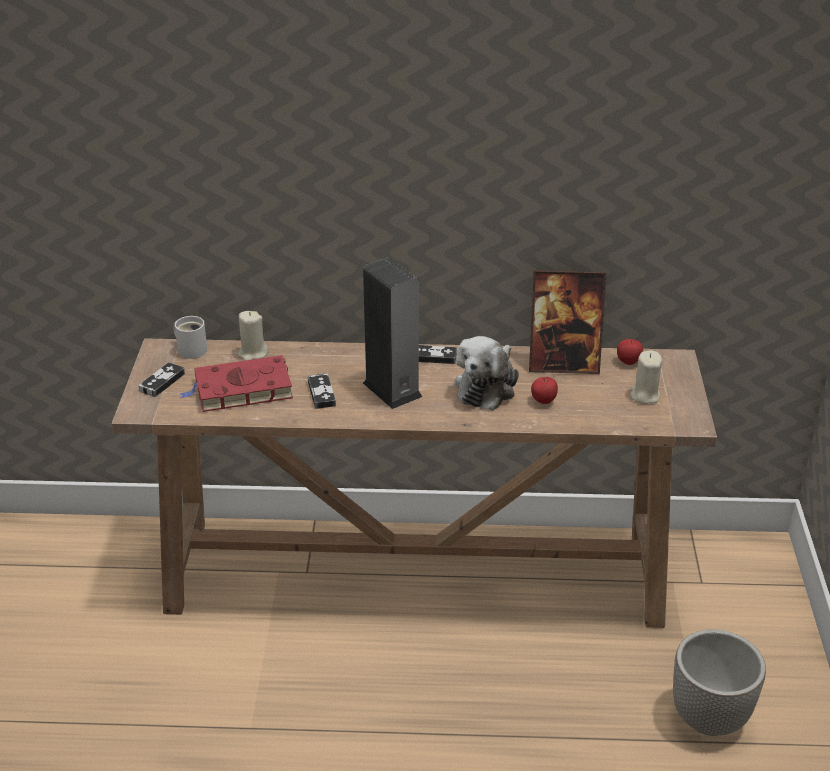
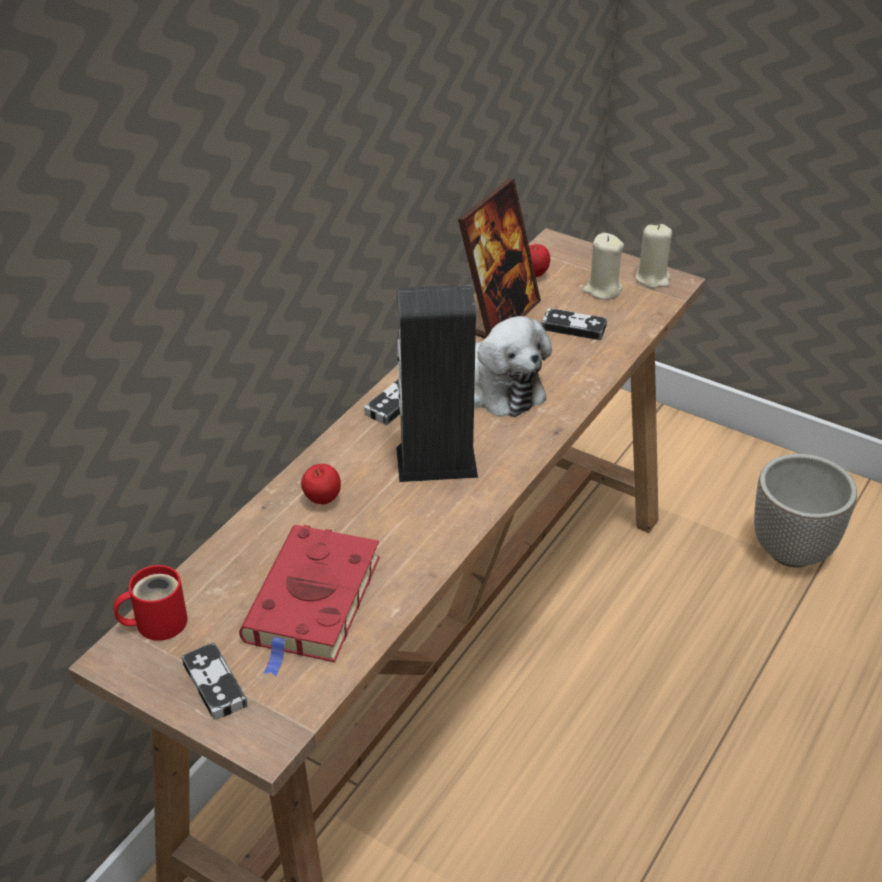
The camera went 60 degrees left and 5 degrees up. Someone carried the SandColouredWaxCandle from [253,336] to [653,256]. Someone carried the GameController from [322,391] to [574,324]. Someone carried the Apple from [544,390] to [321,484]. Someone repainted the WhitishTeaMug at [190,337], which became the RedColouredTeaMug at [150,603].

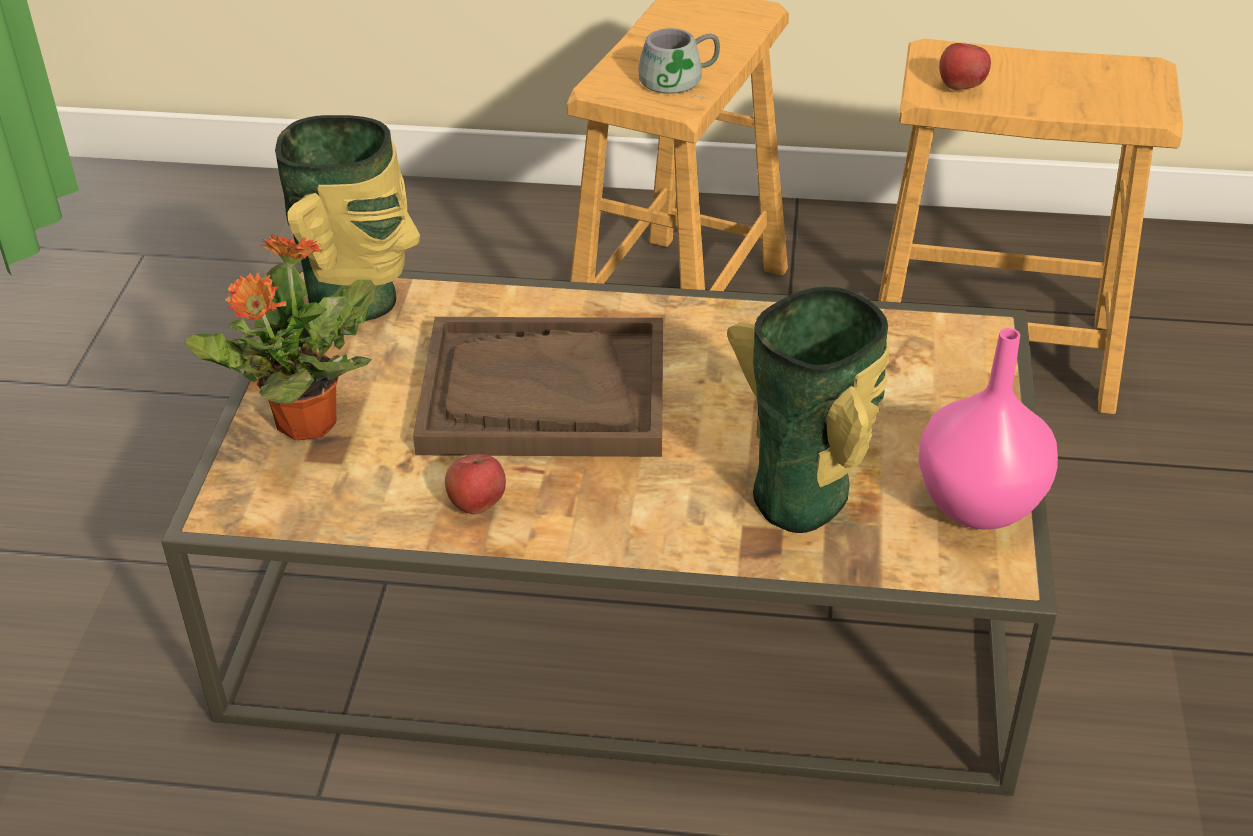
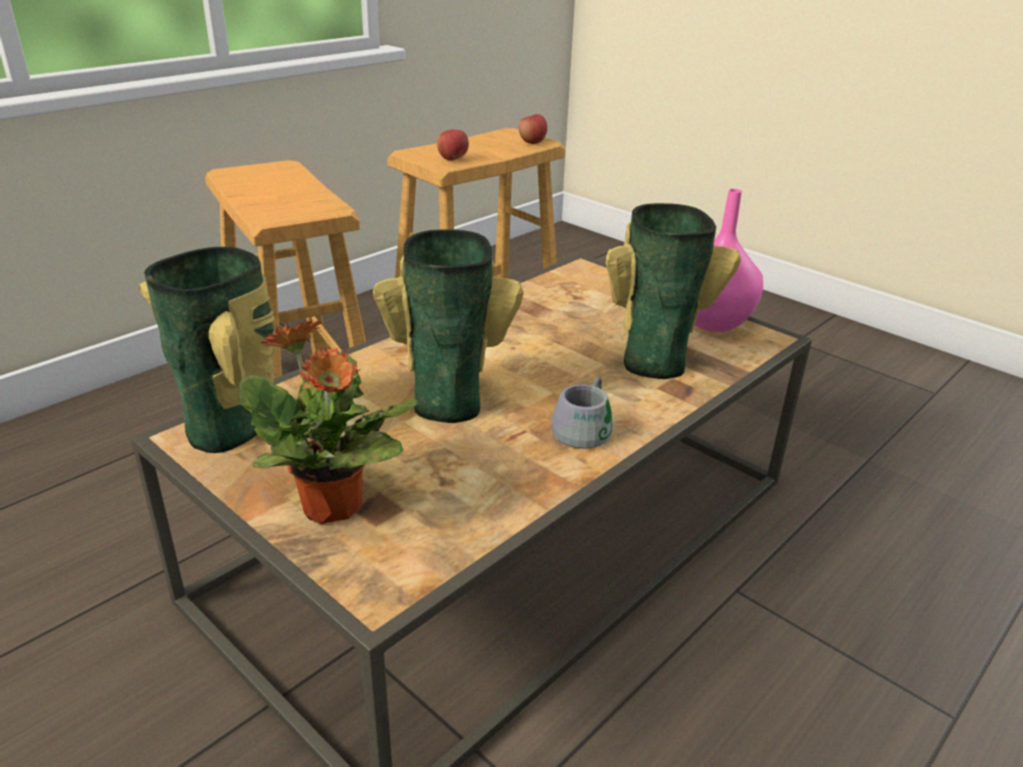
The camera went 55 degrees left and 10 degrees down. Someone carried the Apple from [475,484] to [533,129]. Someone carried the GreyTeaMug from [679,63] to [591,412]. Someone swapped the BrownishTray at [538,387] for the Vase at [448,326].

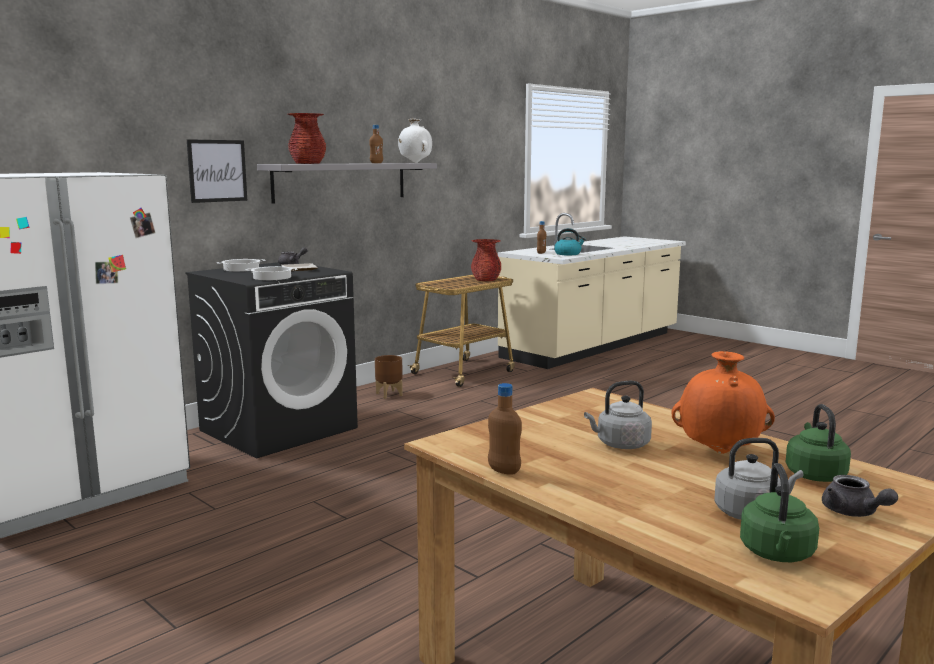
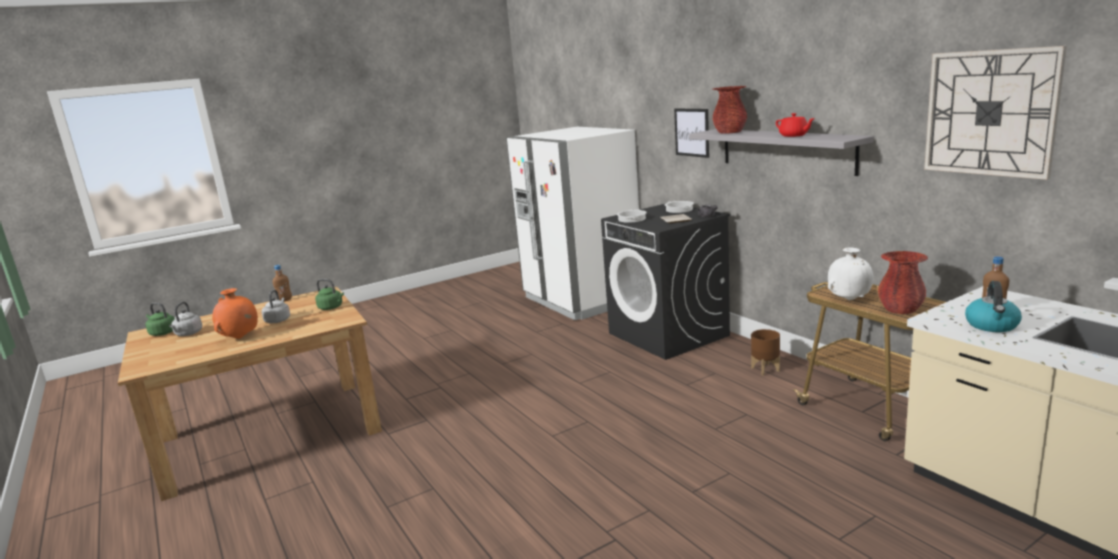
The camera went 105 degrees right and 5 degrees up. Someone took away the GreyPotForTea at [860,496]. Someone put up the HangingClock at [995,113]. Someone carried the WhitishVase from [415,141] to [850,273]. Someone carried the GreenColouredTeaKettle from [818,443] to [329,294]. Someone swapped the BrownishBottle at [376,144] for the RedColouredPotForTea at [795,125].

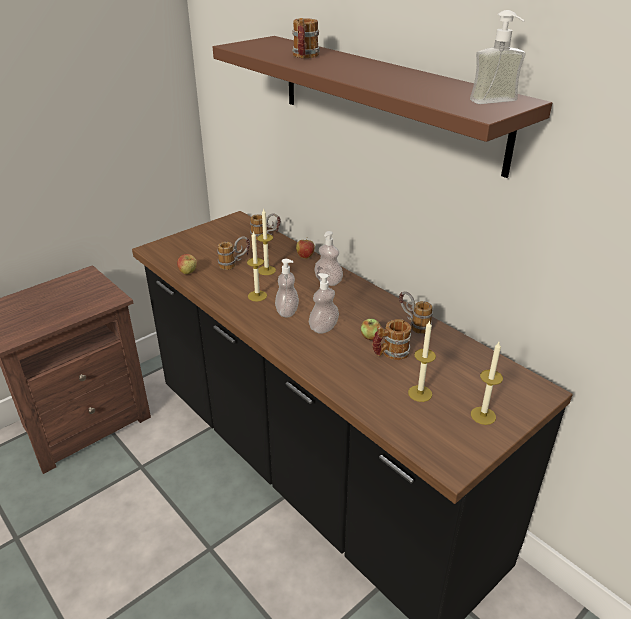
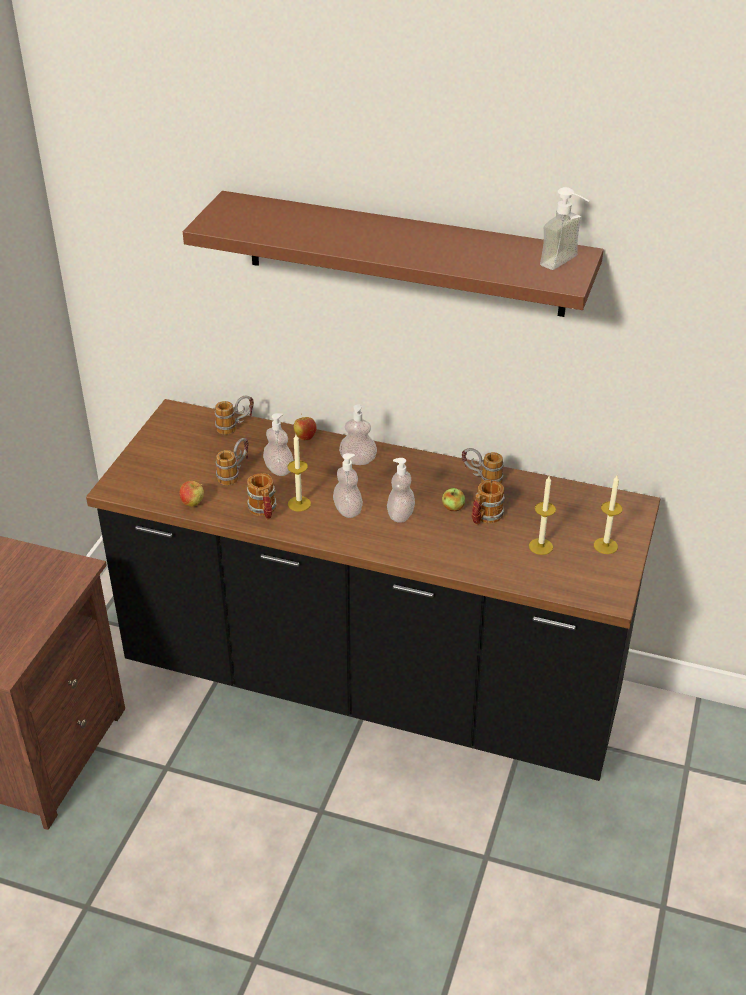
The camera went 30 degrees left and 5 degrees up. Someone carried the TeaMug from [306,38] to [262,496]. Someone swapped the WaxCandle at [266,242] for the SoapDispenser at [278,444].

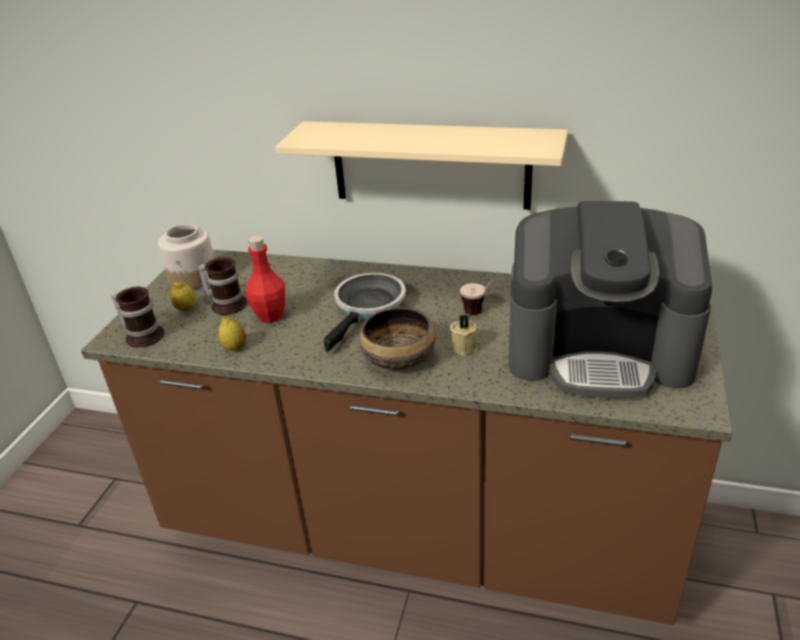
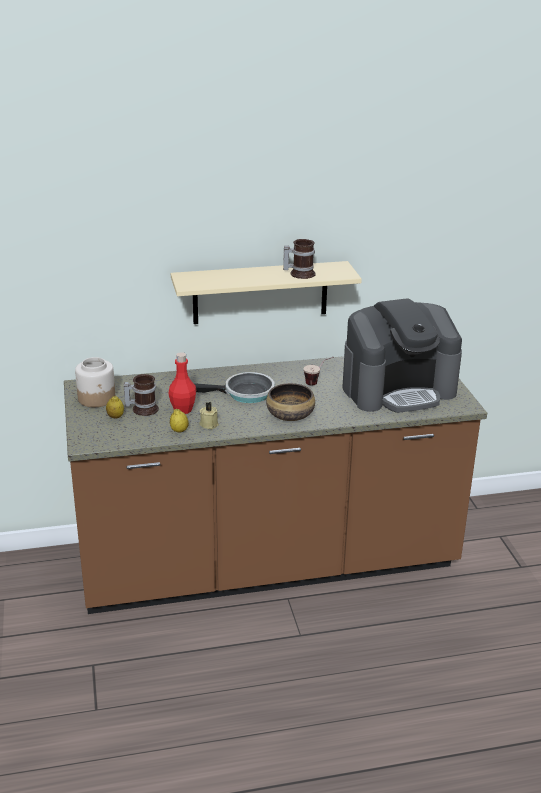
The camera went 30 degrees left and 5 degrees down. Someone carried the TeaMug from [137,317] to [299,259]. Someone carried the SandColouredWaxCandle from [464,335] to [209,415]. Someone rotated the Skillet at [364,312] by 90 degrees clockwise.

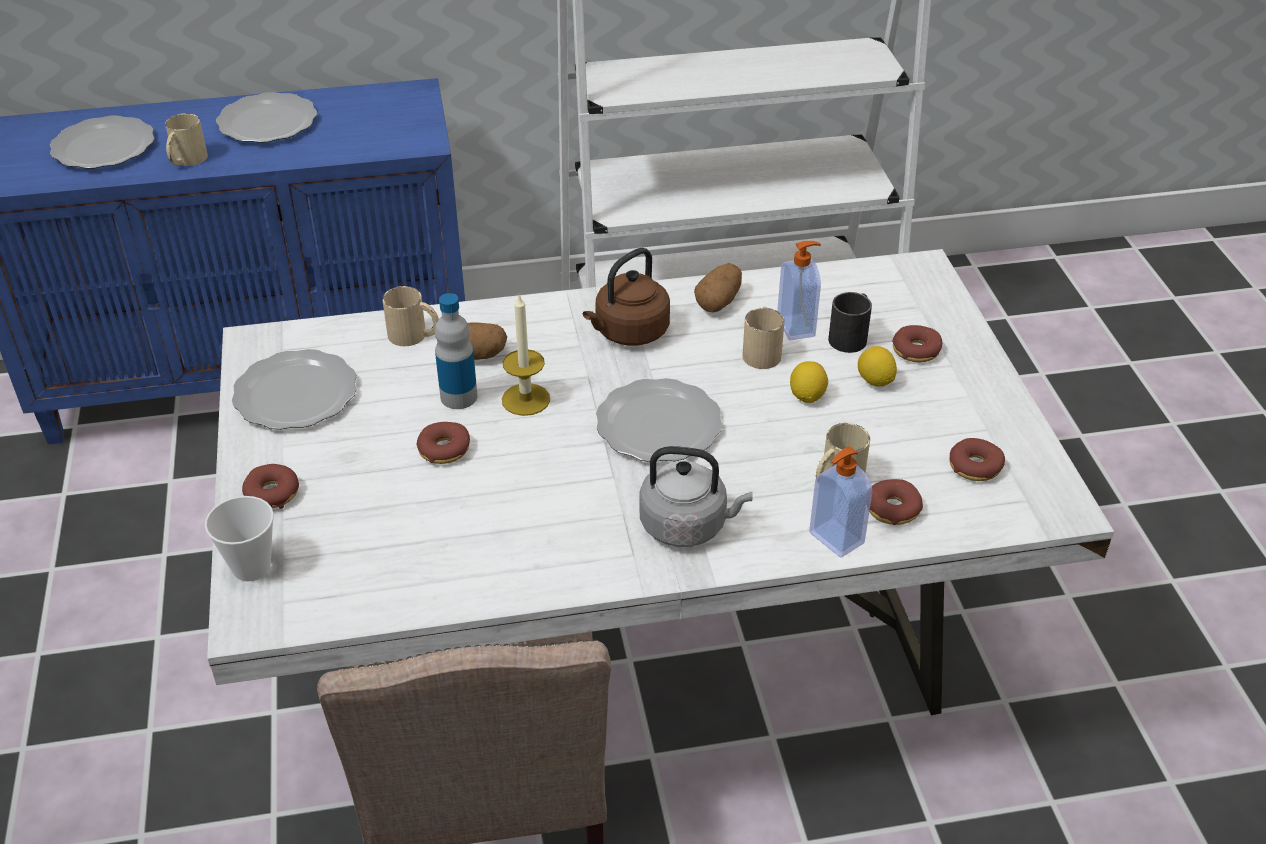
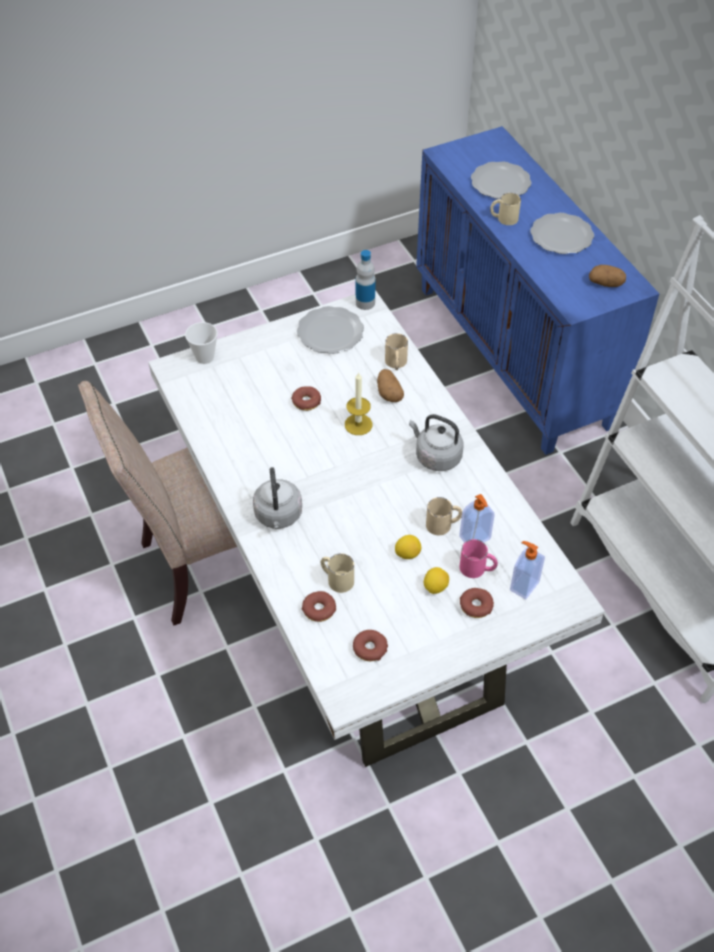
The camera went 75 degrees right and 10 degrees up. Someone took away the Doughnut at [270,486]. Someone took away the Plate at [659,420]. Someone carried the Bottle from [456,351] to [366,280]. Someone carried the Spud from [718,287] to [607,276]. Someone carried the SoapDispenser from [840,502] to [527,570]. Someone repainted the BrownishTeaKettle at [626,297], which became the GreyTeaKettle at [436,442]. Someone repainted the BlackishTeaMug at [850,322], which became the PinkishTeaMug at [479,558].

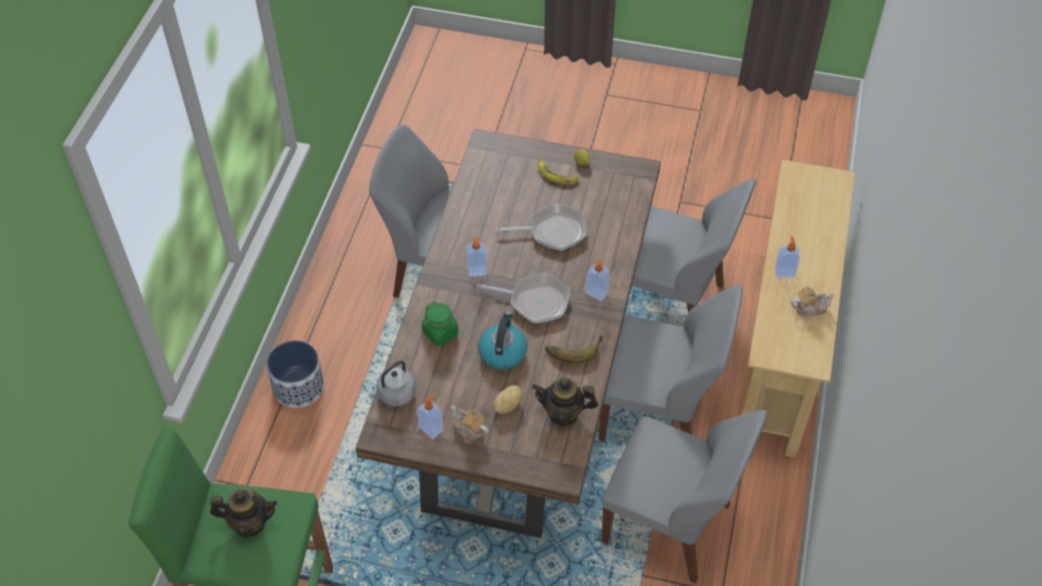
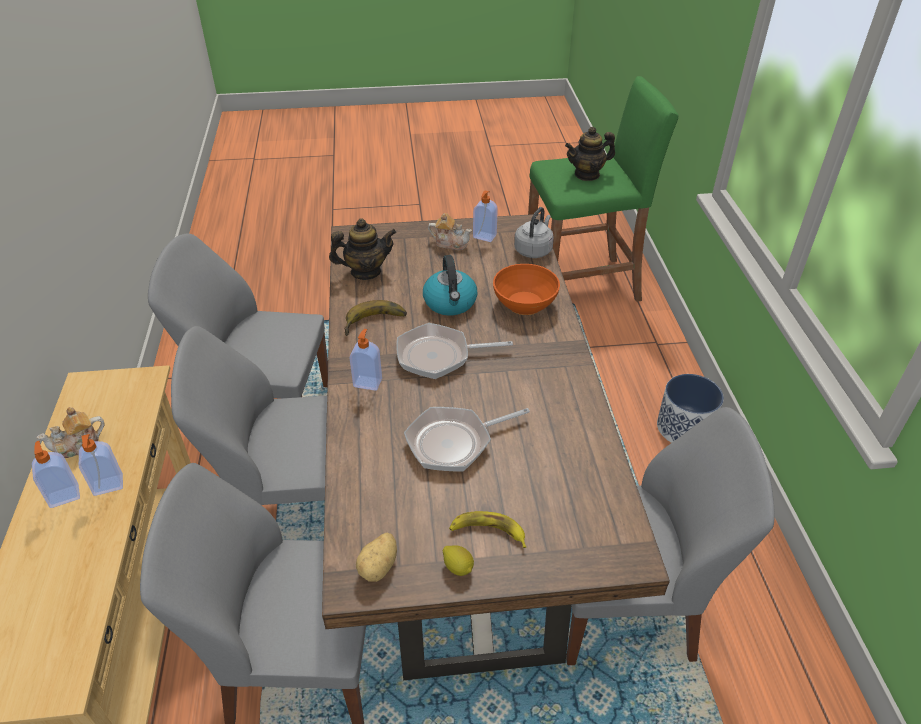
The camera went 160 degrees right and 10 degrees down. Someone carried the SoapDispenser from [476,257] to [56,474]. Someone carried the Spud from [508,399] to [376,557]. Someone swapped the GreenColouredJar at [440,324] for the OrangeyDeepDish at [526,289].

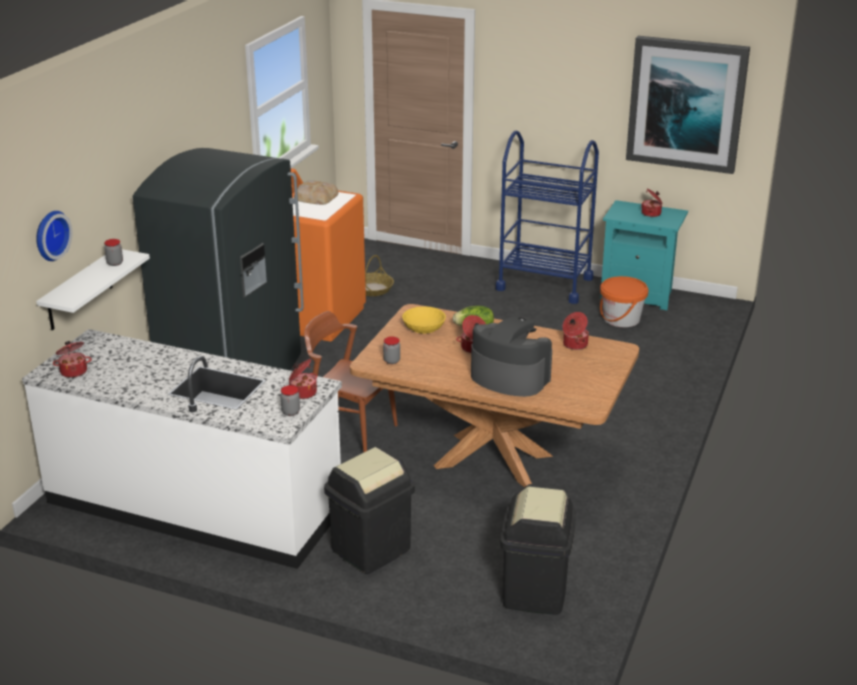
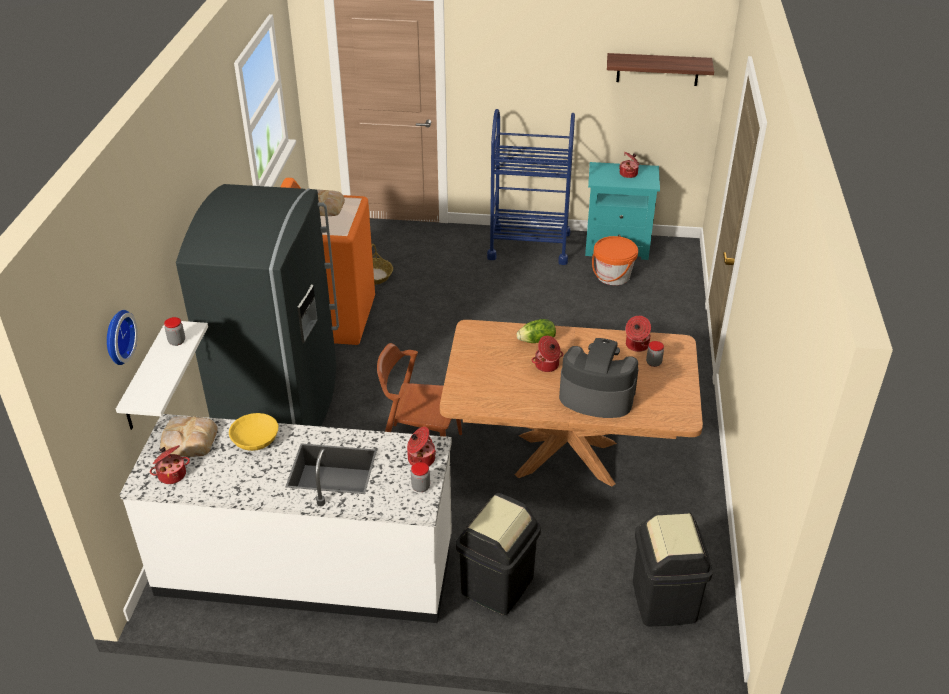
The camera went 15 degrees left and 10 degrees up. Someone put down the BakeryBread at [189,436]. Someone carried the Jar from [391,350] to [655,354]. Someone carried the YellowDeepDish from [424,320] to [253,432]. Someone swapped the WallArt at [688,105] for the Shelf at [660,69].

